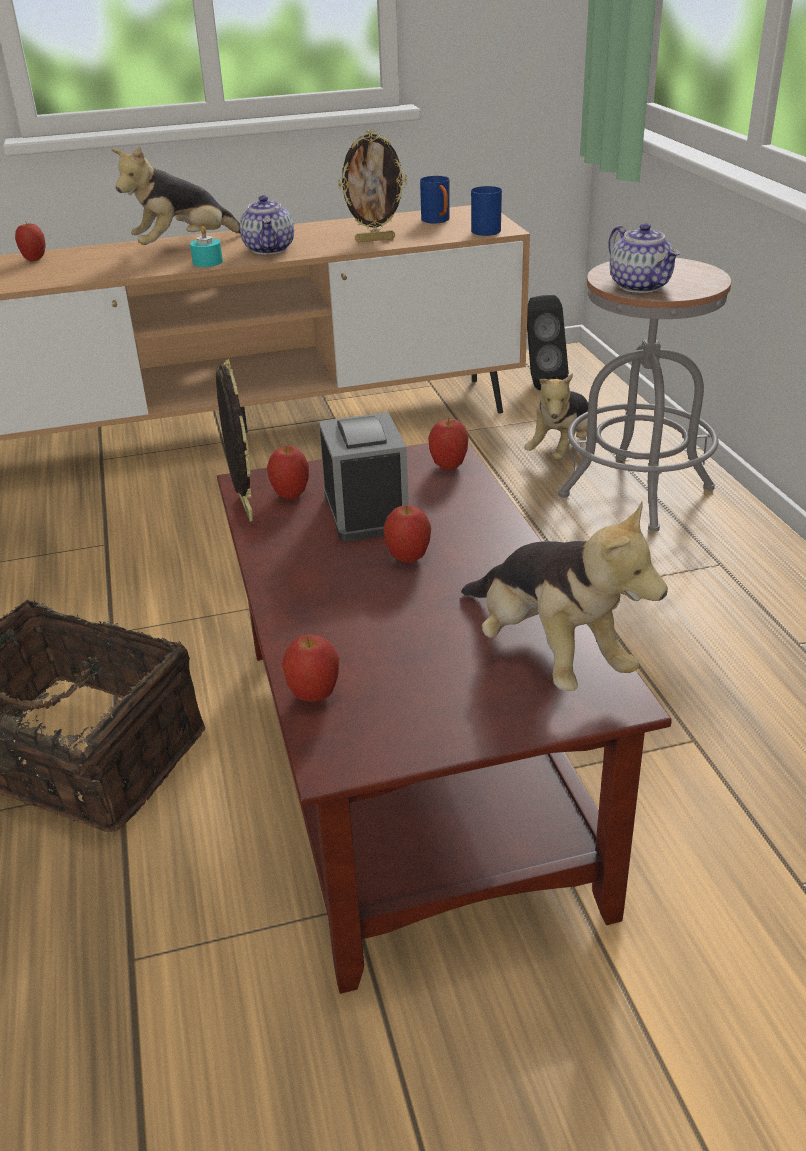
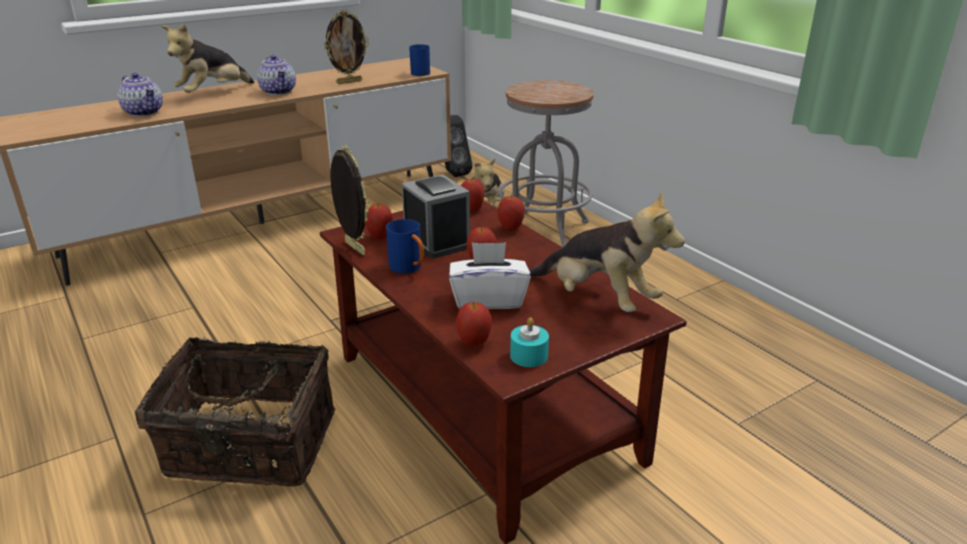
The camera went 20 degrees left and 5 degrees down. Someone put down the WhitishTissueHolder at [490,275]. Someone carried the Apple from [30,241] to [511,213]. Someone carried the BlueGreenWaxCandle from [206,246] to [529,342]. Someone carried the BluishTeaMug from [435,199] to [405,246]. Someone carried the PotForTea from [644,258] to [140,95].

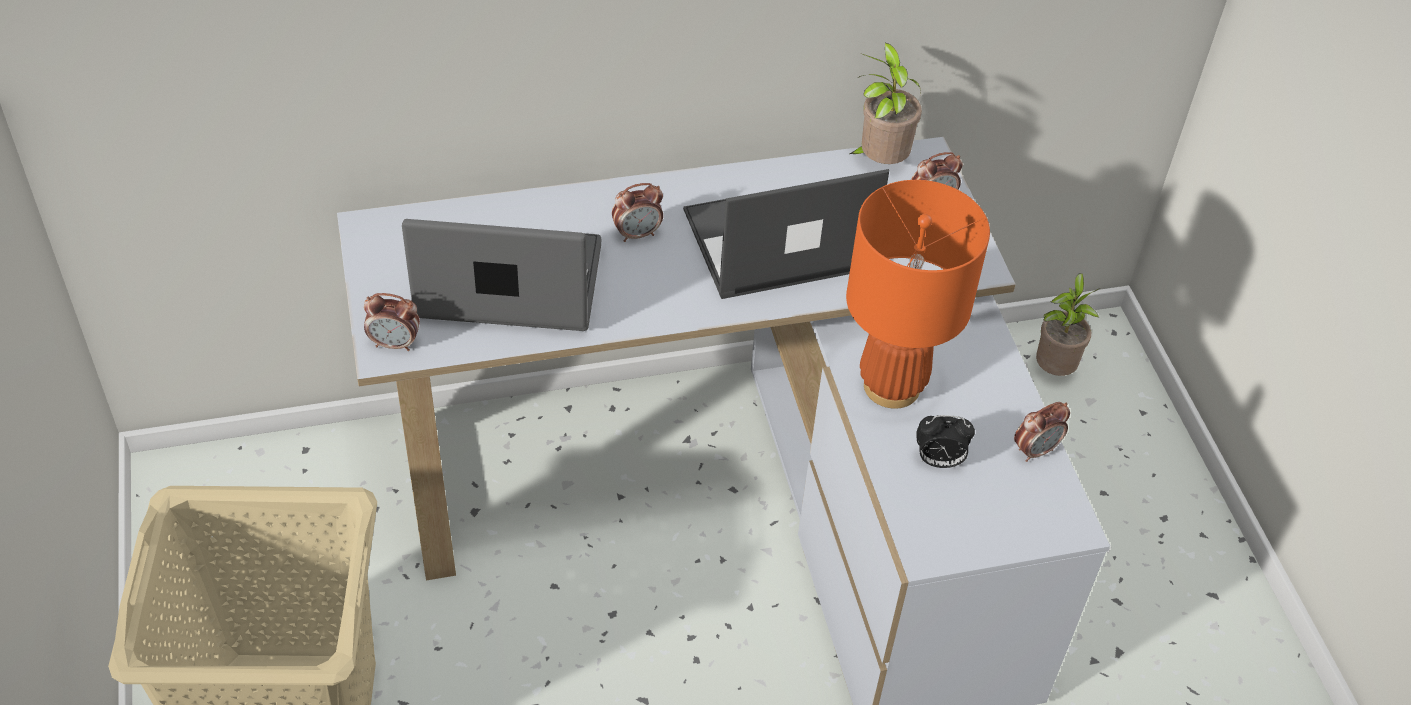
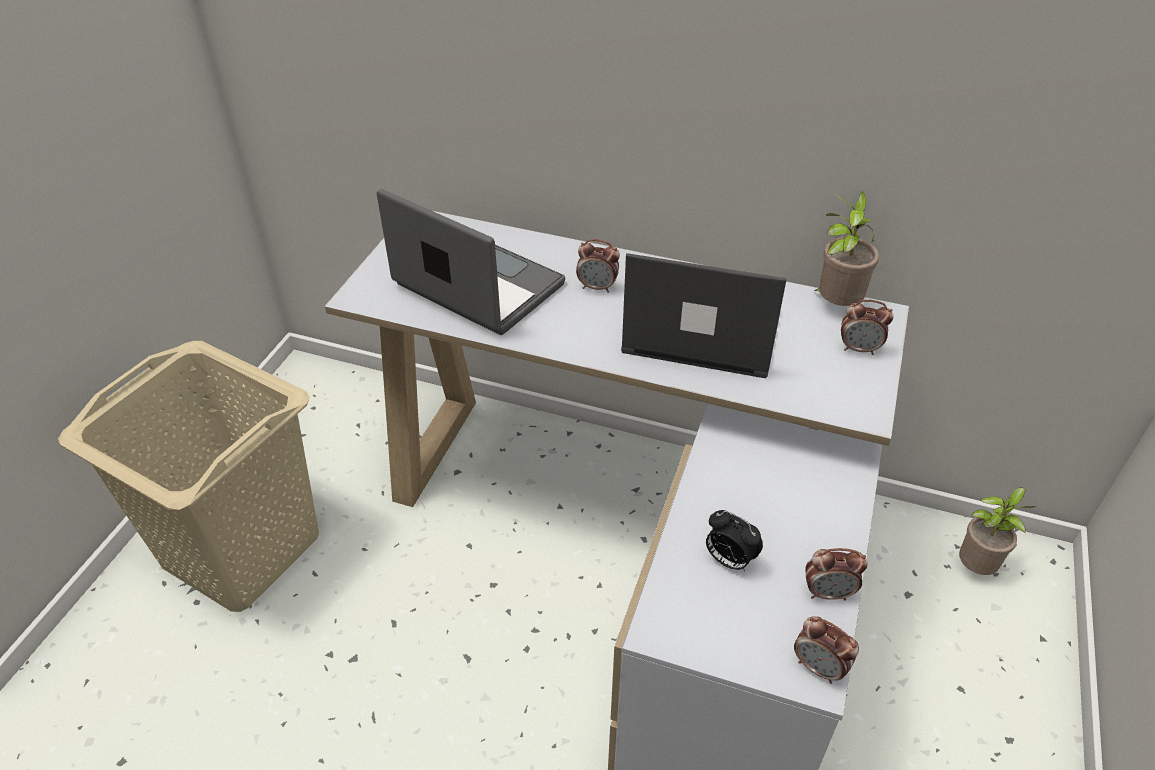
The camera went 35 degrees right and 5 degrees down. Someone took away the OrangeyLampForATable at [918,294]. Someone carried the TableClock from [392,322] to [826,650].

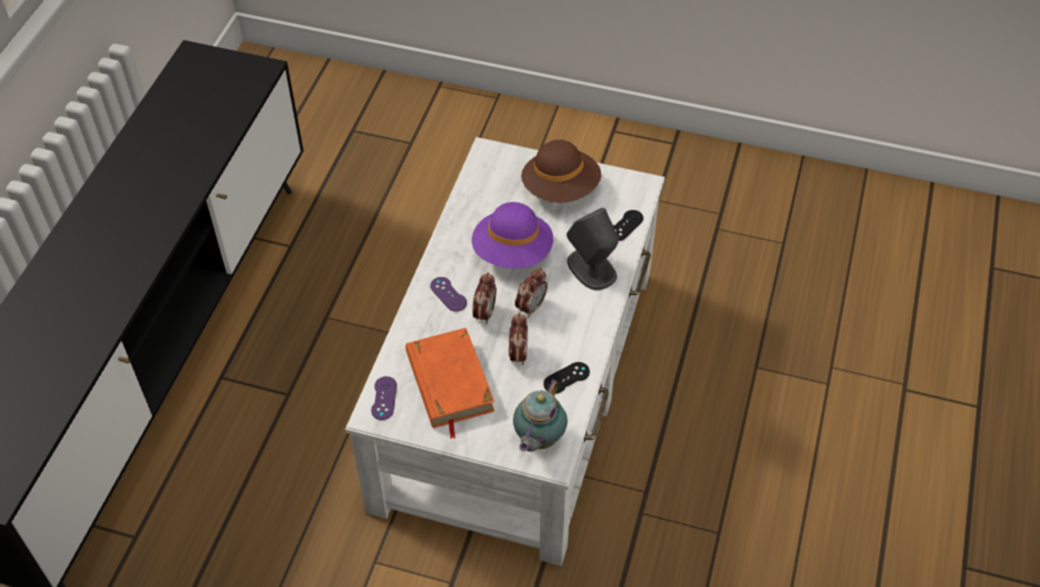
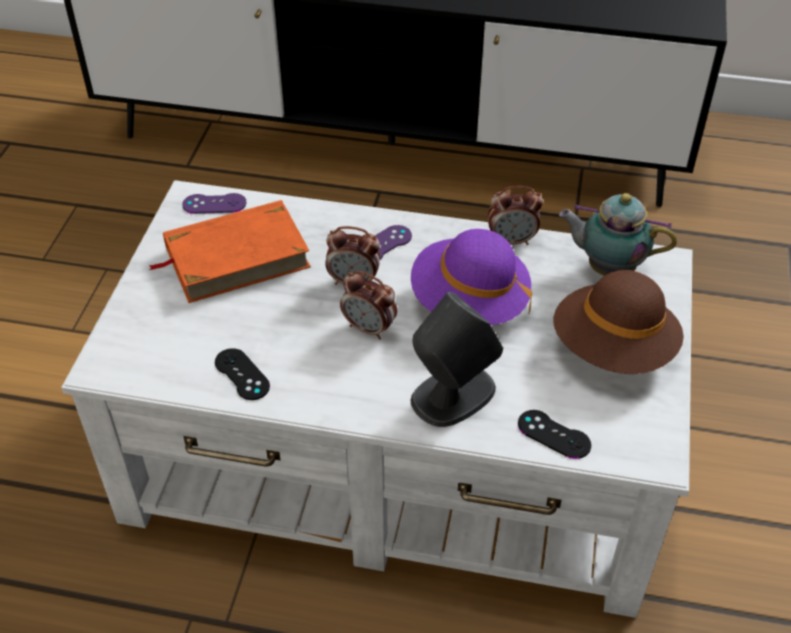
The camera went 85 degrees right and 5 degrees down. Someone carried the TableClock from [518,339] to [515,215]. Someone carried the PotForTea from [540,415] to [618,234].

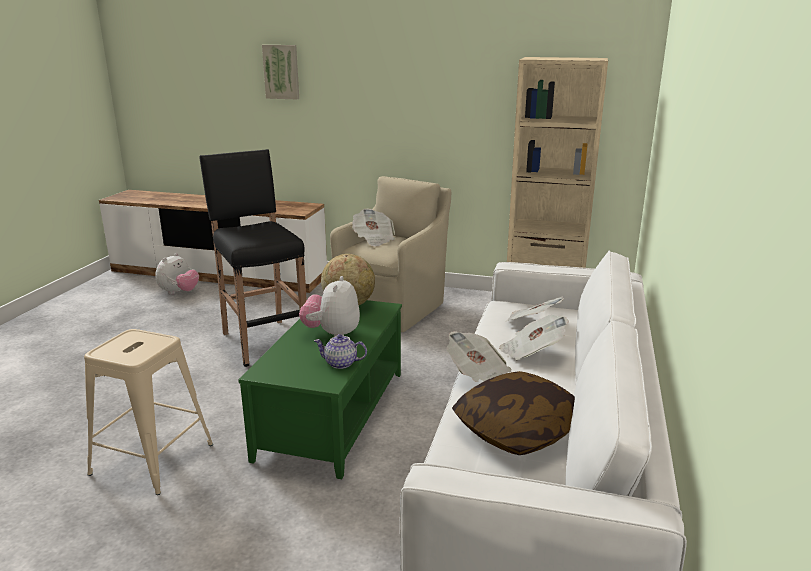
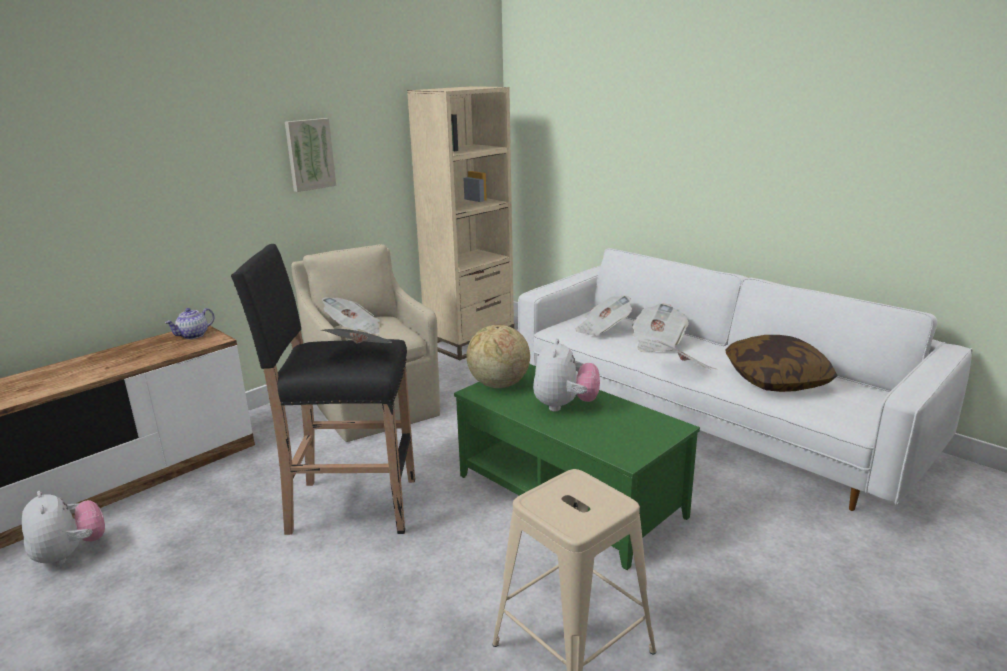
The camera went 60 degrees left and 0 degrees up. Someone put down the Newspaper at [357,336]. Someone carried the WallArt from [280,72] to [310,155]. Someone carried the PotForTea from [340,351] to [190,323]. Someone rotated the CuddlyToy at [329,306] by 120 degrees counterclockwise.

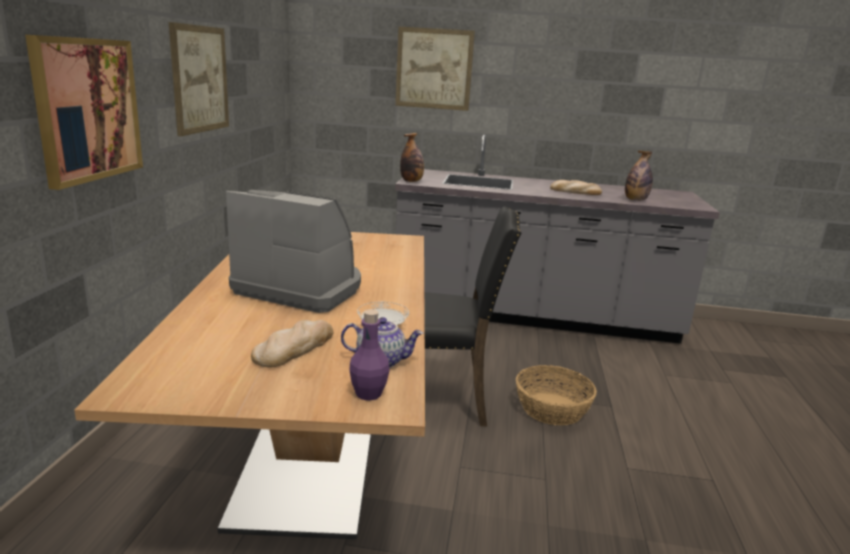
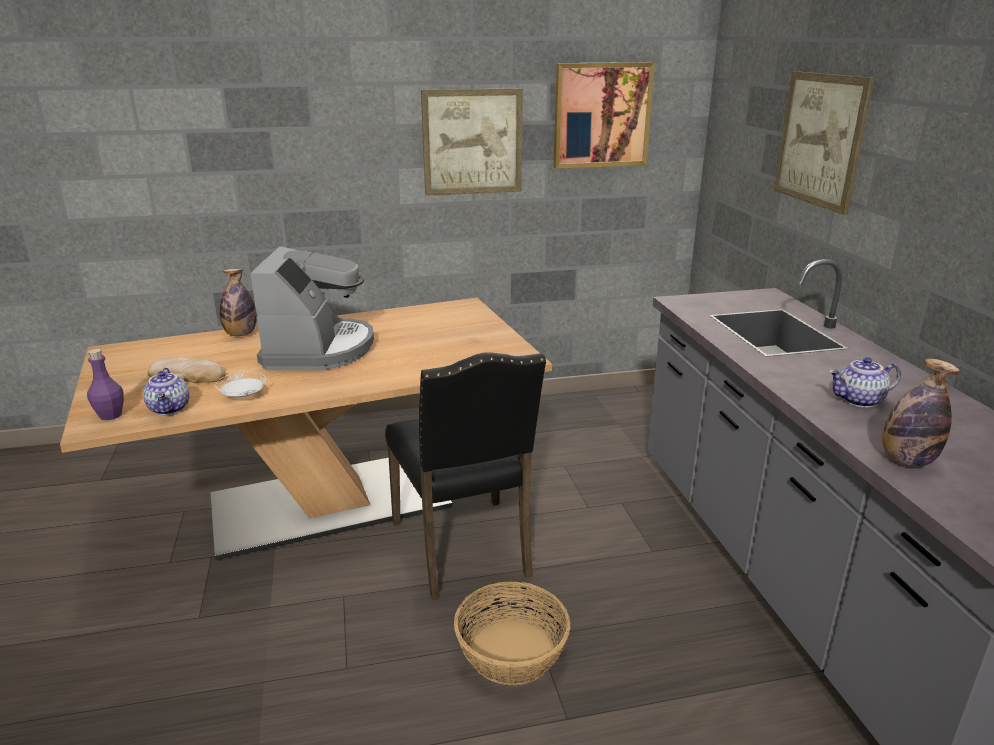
The camera went 70 degrees right and 5 degrees up. Someone carried the WallArt from [84,112] to [604,115]. Someone carried the Bottle from [412,157] to [238,302]. Someone swapped the BakeryBread at [576,187] for the PotForTea at [865,382].

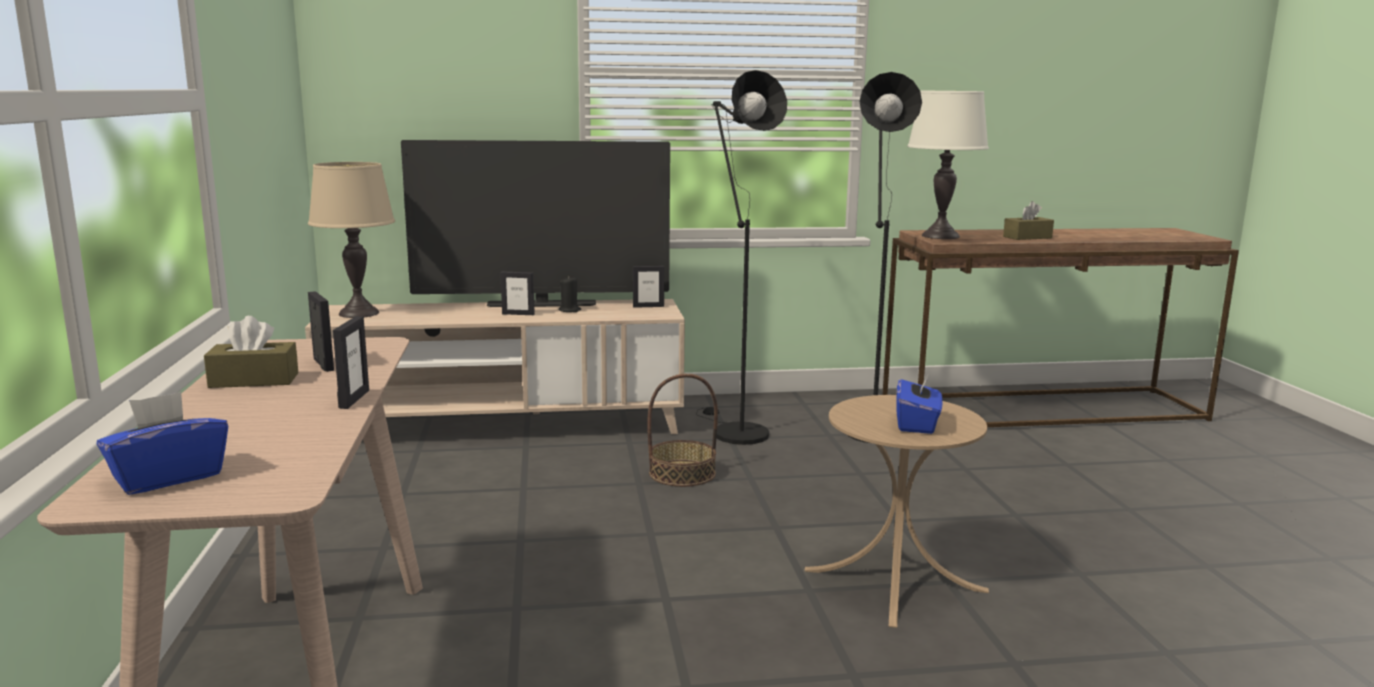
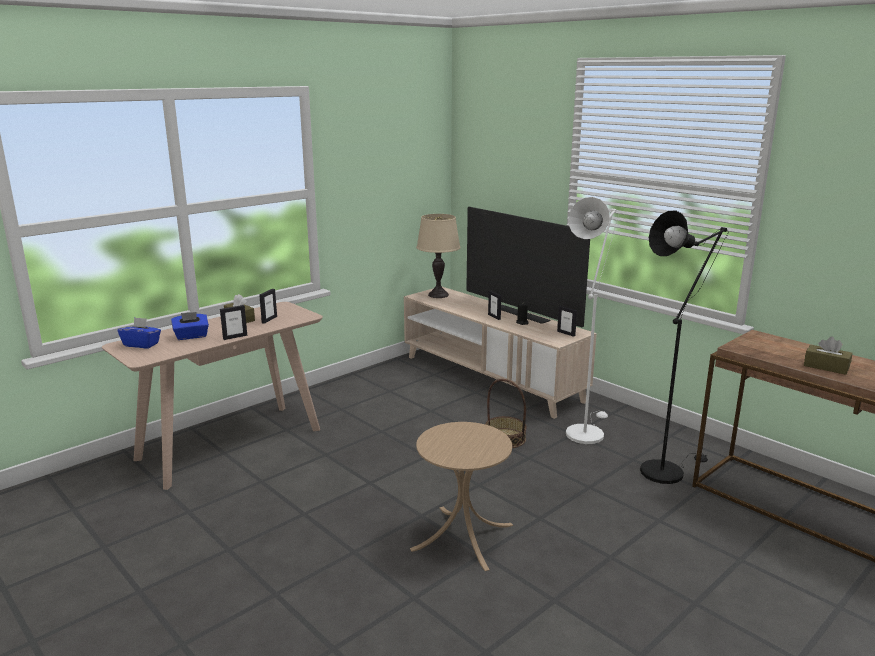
The camera went 55 degrees right and 5 degrees up. Someone took away the WhitishLampForATable at [948,164]. Someone carried the BluishTissueHolder from [920,403] to [190,326]. Someone repainted the BlackishFloorLamp at [741,257], which became the WhitishFloorLamp at [592,320].

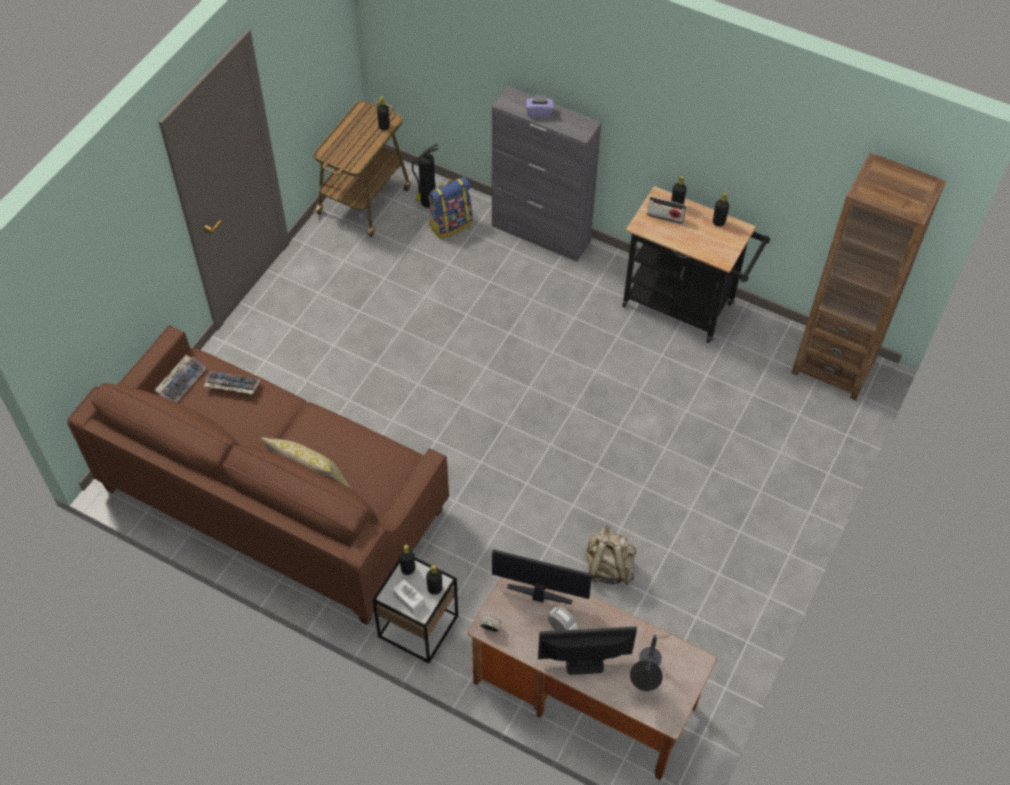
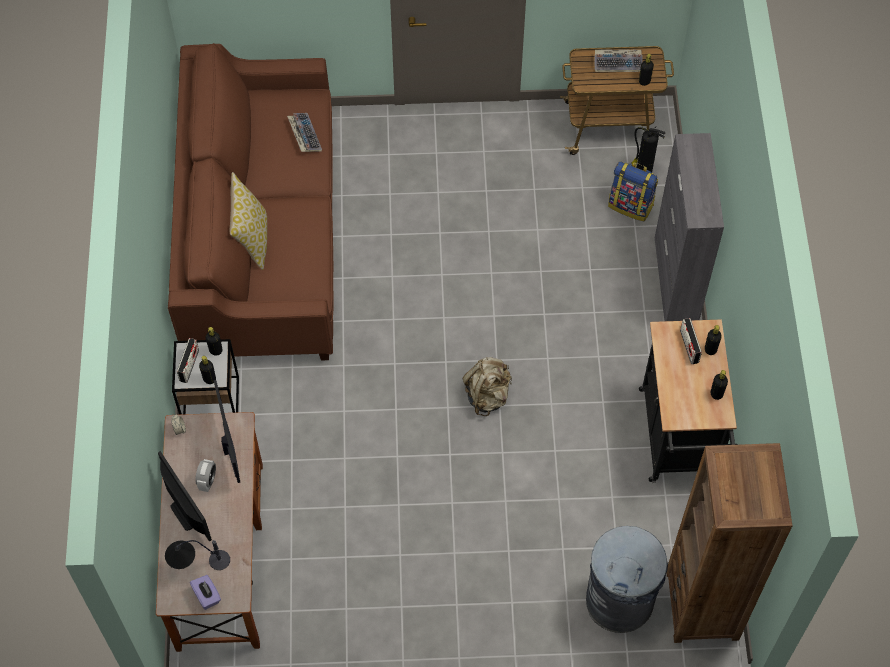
The camera went 60 degrees right and 5 degrees up. Someone put down the GreyRubbishBin at [627,579]. Someone carried the ComputerKeyboard from [180,378] to [618,61]. Someone carried the PurpleTissueHolder from [540,106] to [205,592]. Someone carried the SandColouredBackpack from [610,555] to [487,386]. Someone swapped the WhitishTissueHolder at [408,596] for the Radio at [188,360].

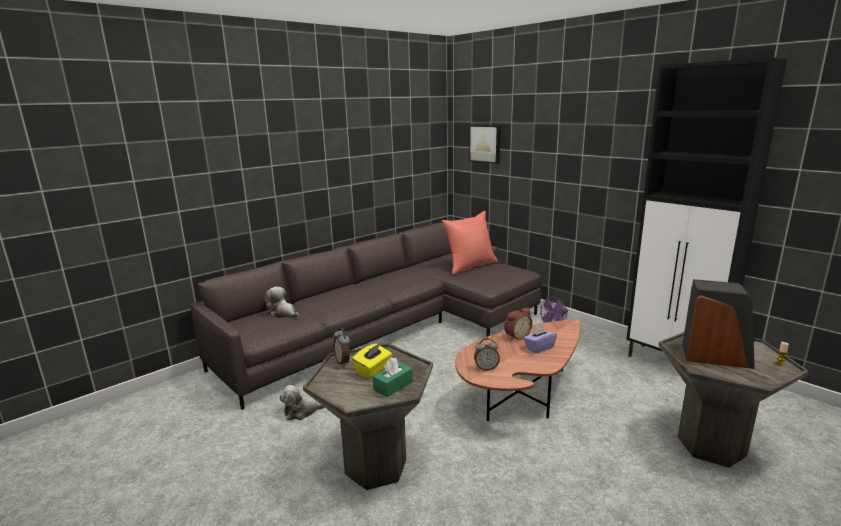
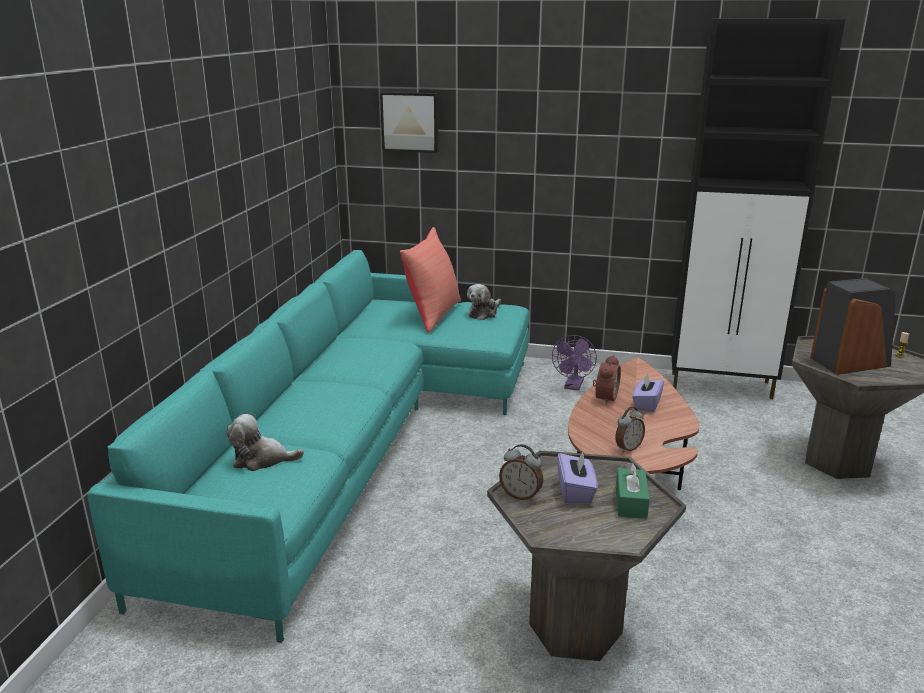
The camera went 35 degrees left and 5 degrees up. Someone carried the CuddlyToy from [302,402] to [484,302]. Someone repainted the GreySofa at [366,316], which became the BlueGreenSofa at [308,446]. Someone repainted the YellowTissueHolder at [372,360], which became the PurpleTissueHolder at [577,477].

